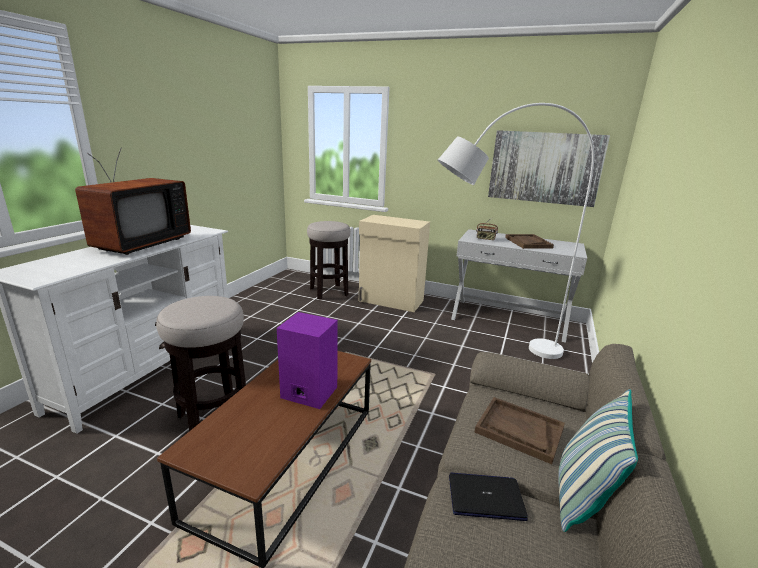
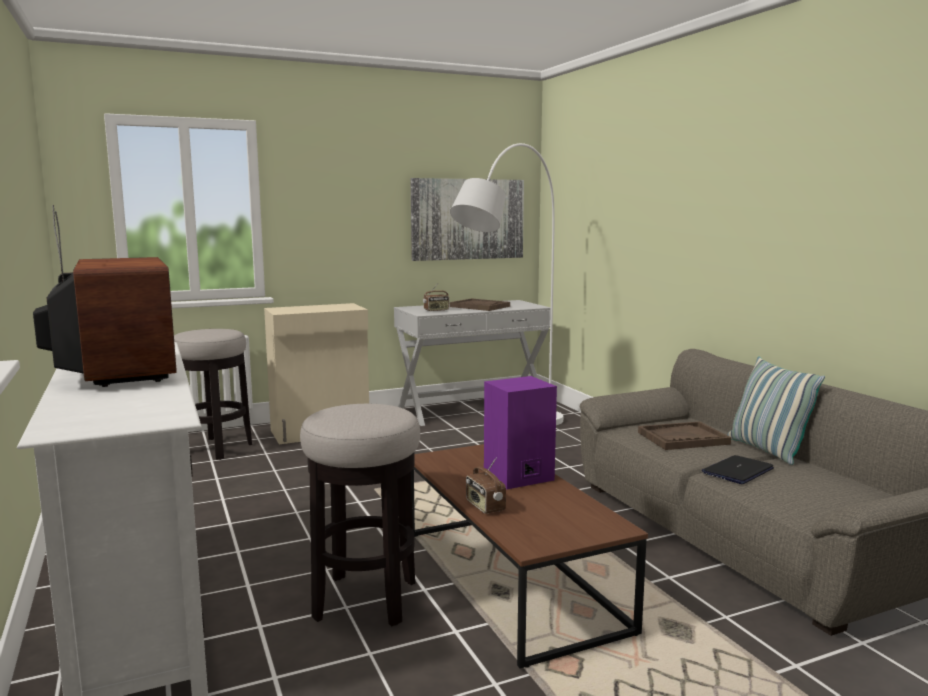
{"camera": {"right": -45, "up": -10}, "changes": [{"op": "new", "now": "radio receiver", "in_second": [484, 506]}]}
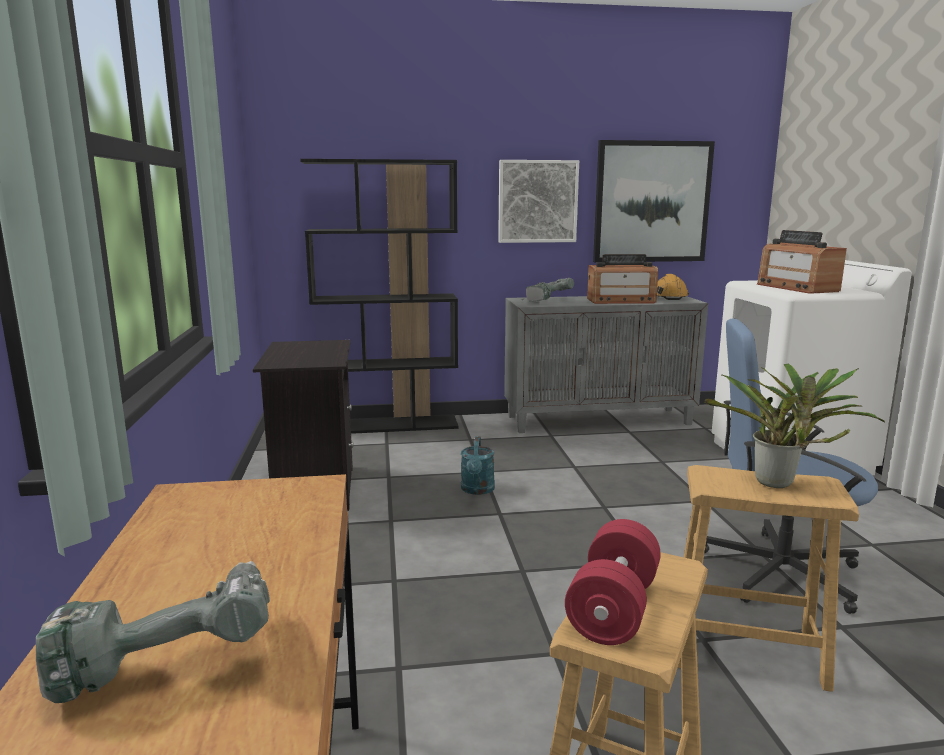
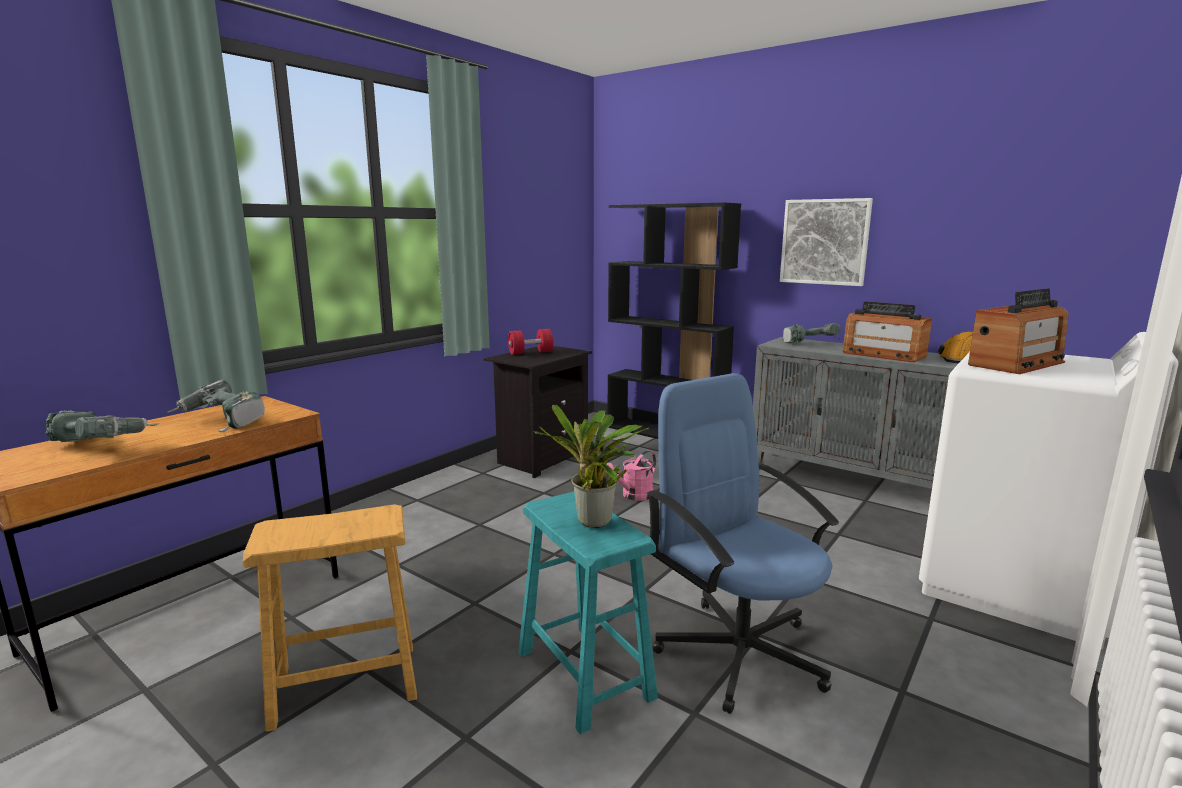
{"camera": {"right": 45, "up": 0}, "changes": [{"op": "gone", "was": "picture", "in_first": [651, 202]}, {"op": "rotated", "was": "radio receiver", "in_first": [796, 288], "in_second": [1016, 364], "clockwise": -150}, {"op": "repainted", "was": "turquoise-coloured watering pot", "now": "pink watering pot", "in_first": [477, 490], "in_second": [633, 496]}, {"op": "repainted", "was": "brown-coloured stool", "now": "turquoise-coloured stool", "in_first": [746, 650], "in_second": [584, 675]}, {"op": "shifted", "was": "reddish hand weight", "in_first": [613, 608], "in_second": [530, 352]}, {"op": "new", "now": "drill", "in_second": [221, 422]}]}
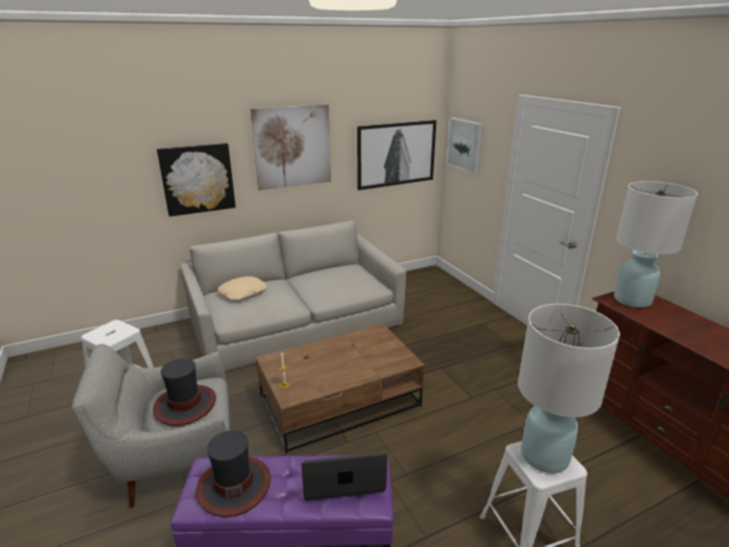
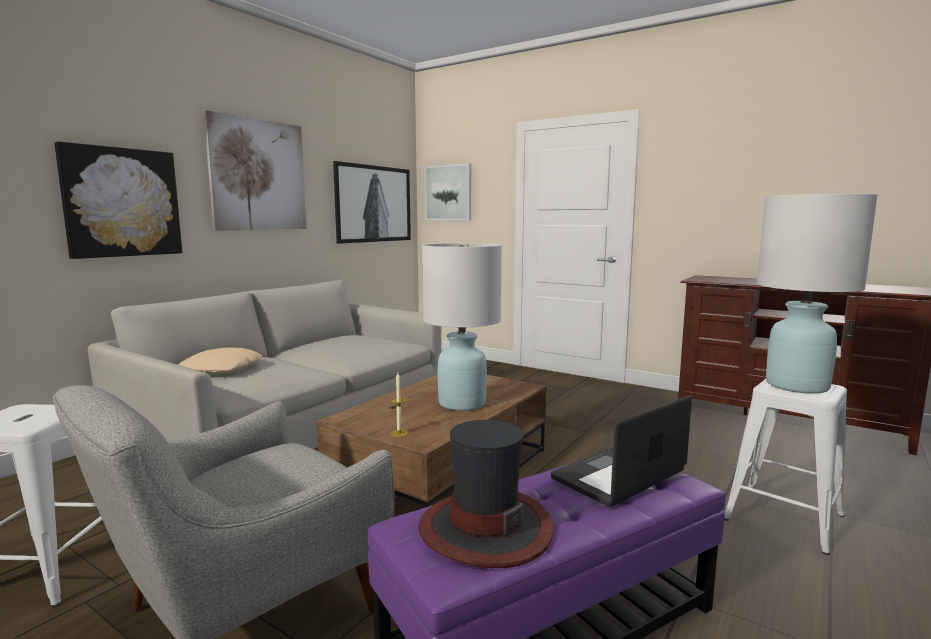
{"camera": {"right": -30, "up": -15}, "changes": [{"op": "shifted", "was": "white-coloured tabletop lamp", "in_first": [632, 300], "in_second": [462, 403]}, {"op": "gone", "was": "clothing hat", "in_first": [185, 405]}]}
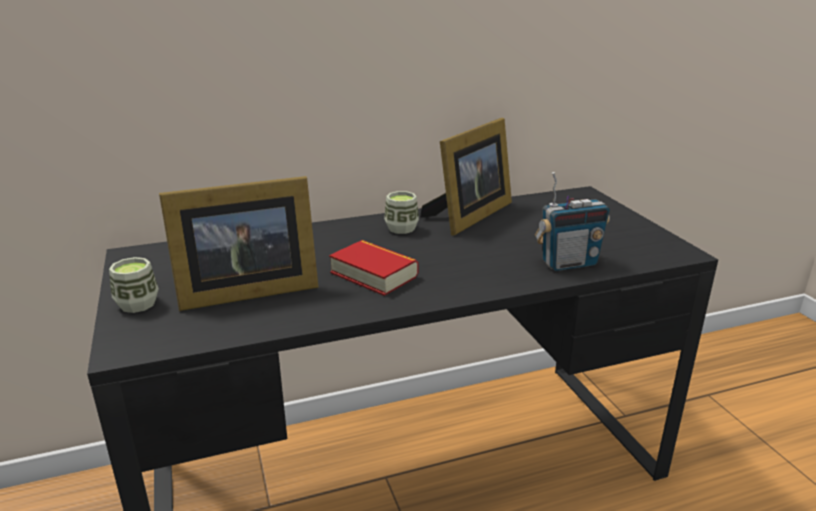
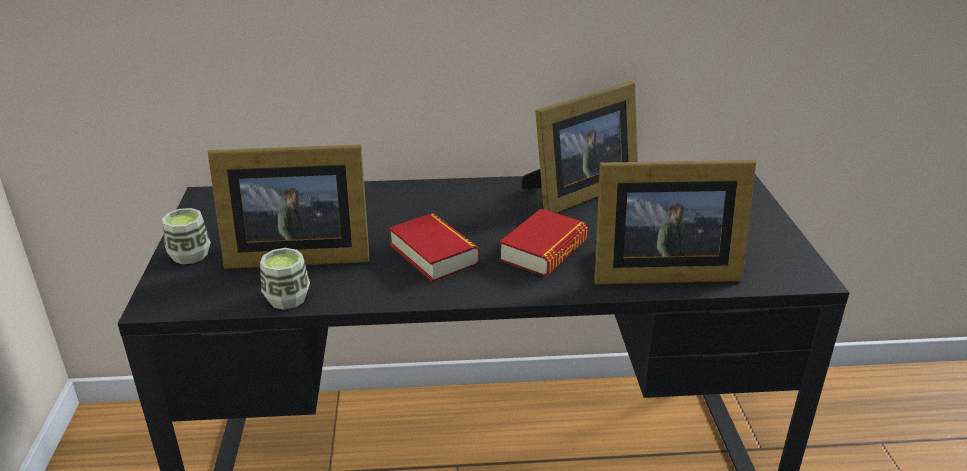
{"camera": {"right": 15, "up": 5}, "changes": [{"op": "swapped", "was": "radio receiver", "now": "photo frame", "in_first": [568, 263], "in_second": [658, 271]}, {"op": "shifted", "was": "cup", "in_first": [401, 228], "in_second": [287, 298]}, {"op": "new", "now": "book", "in_second": [544, 250]}]}
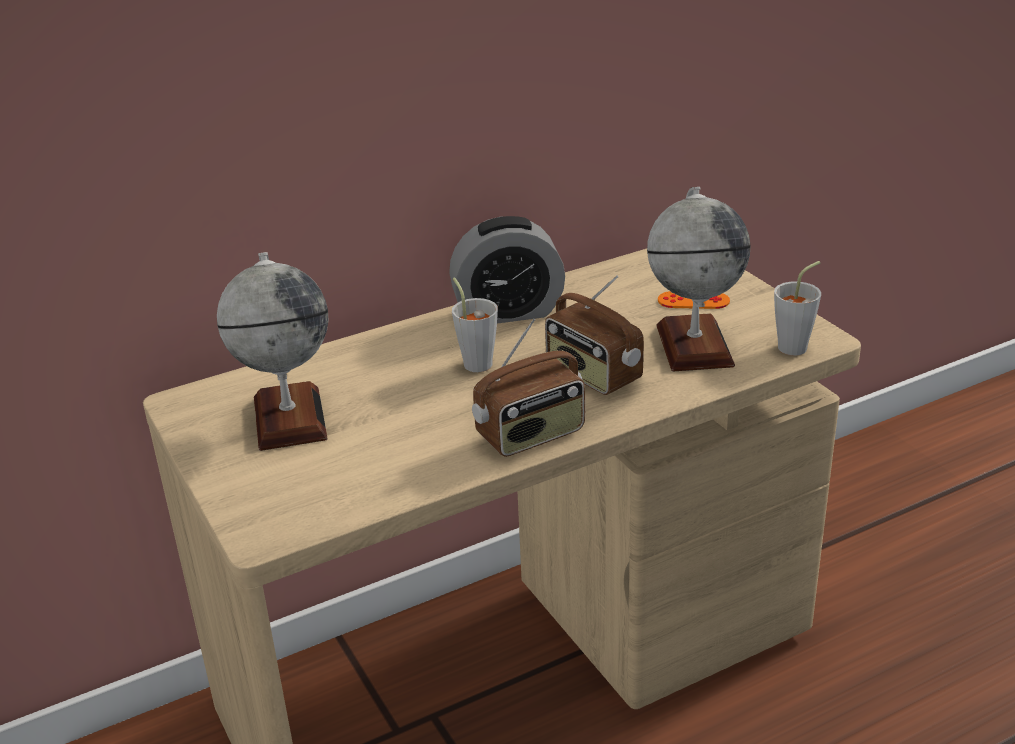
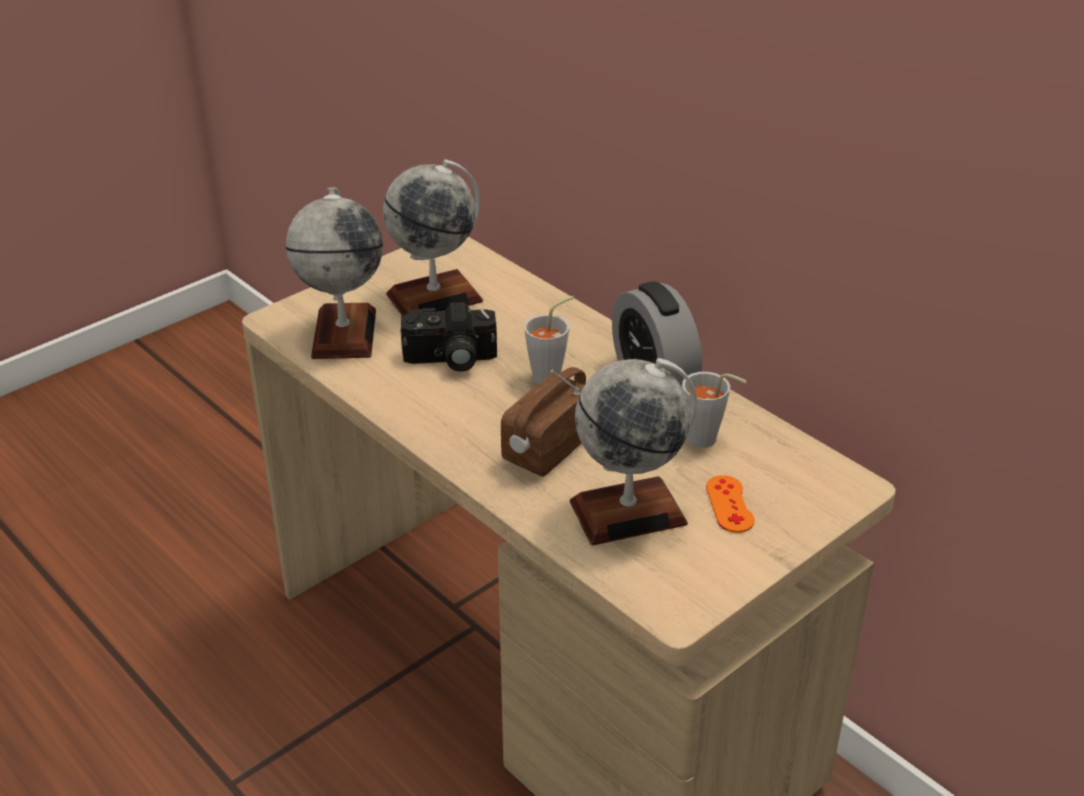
{"camera": {"right": 75, "up": 5}, "changes": [{"op": "shifted", "was": "grey cup", "in_first": [797, 345], "in_second": [707, 441]}, {"op": "gone", "was": "radio receiver", "in_first": [531, 435]}, {"op": "new", "now": "desk globe", "in_second": [344, 333]}, {"op": "new", "now": "photo camera", "in_second": [450, 359]}]}
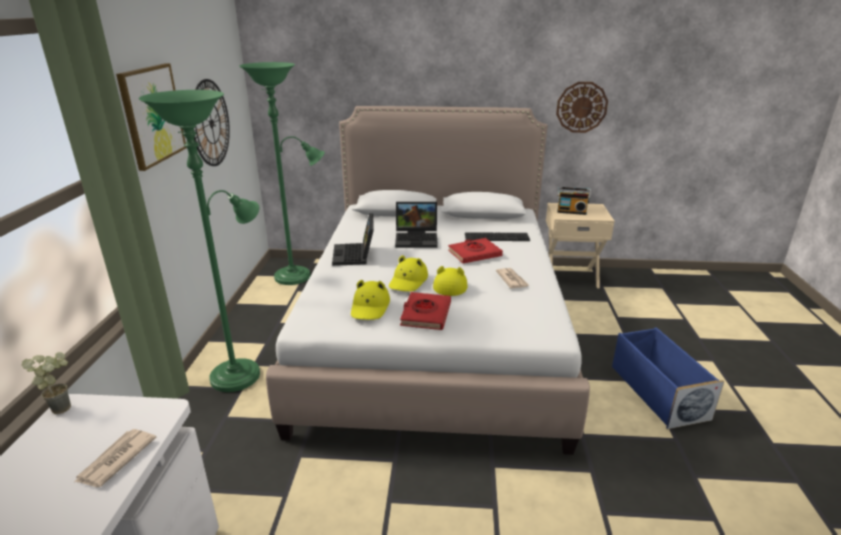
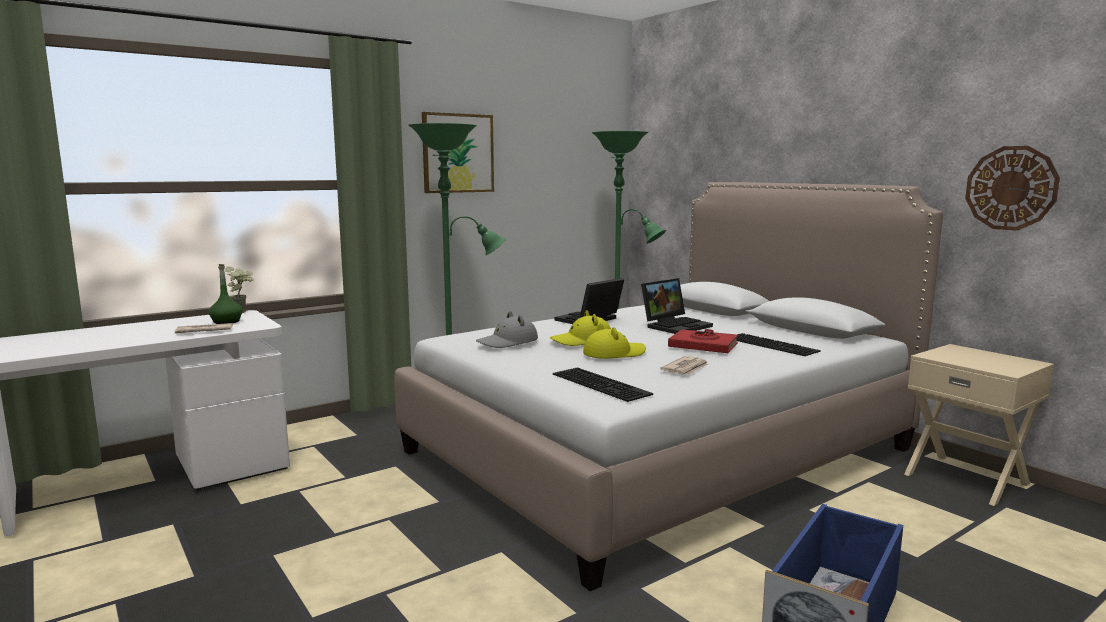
{"camera": {"right": 50, "up": -15}, "changes": [{"op": "gone", "was": "hanging clock", "in_first": [211, 123]}, {"op": "gone", "was": "radio receiver", "in_first": [571, 211]}, {"op": "rotated", "was": "portable computer", "in_first": [417, 239], "in_second": [676, 325], "clockwise": -90}, {"op": "repainted", "was": "yellow-coloured clothing hat", "now": "grey clothing hat", "in_first": [370, 307], "in_second": [508, 342]}, {"op": "gone", "was": "reddish book", "in_first": [425, 314]}, {"op": "new", "now": "green drink bottle", "in_second": [226, 322]}, {"op": "new", "now": "computer keyboard", "in_second": [603, 384]}]}
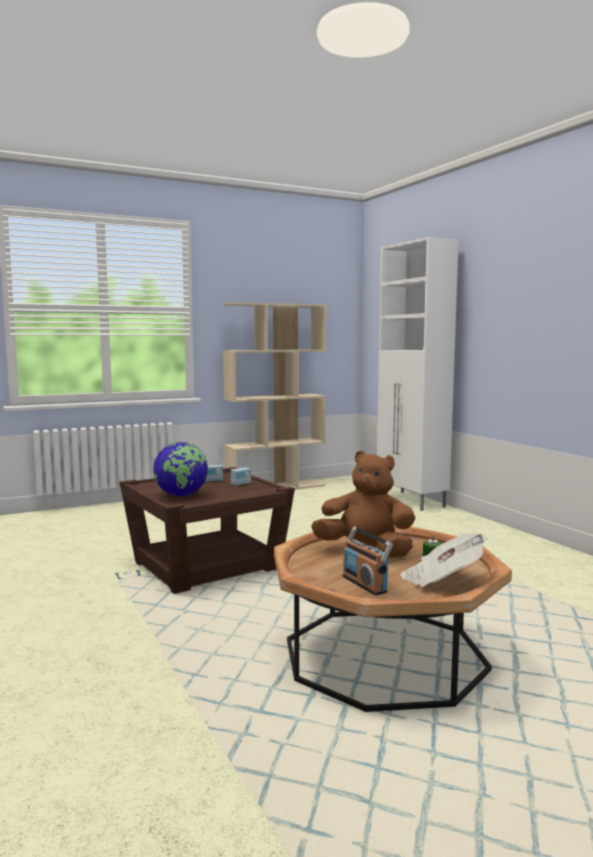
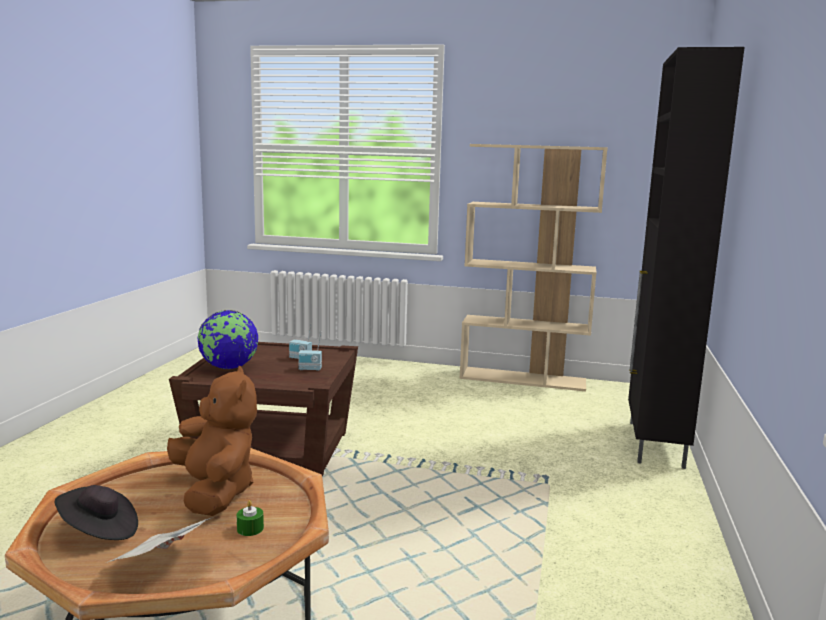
{"camera": {"right": 40, "up": 5}, "changes": [{"op": "repainted", "was": "white-coloured storage cabinet", "now": "black storage cabinet", "in_first": [411, 501], "in_second": [655, 444]}, {"op": "swapped", "was": "radio receiver", "now": "black clothing hat", "in_first": [365, 584], "in_second": [99, 531]}]}
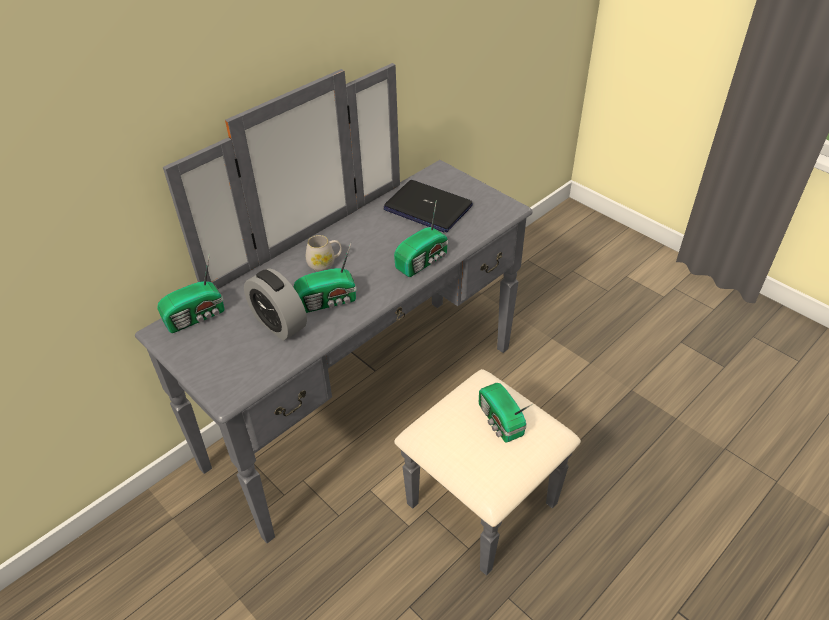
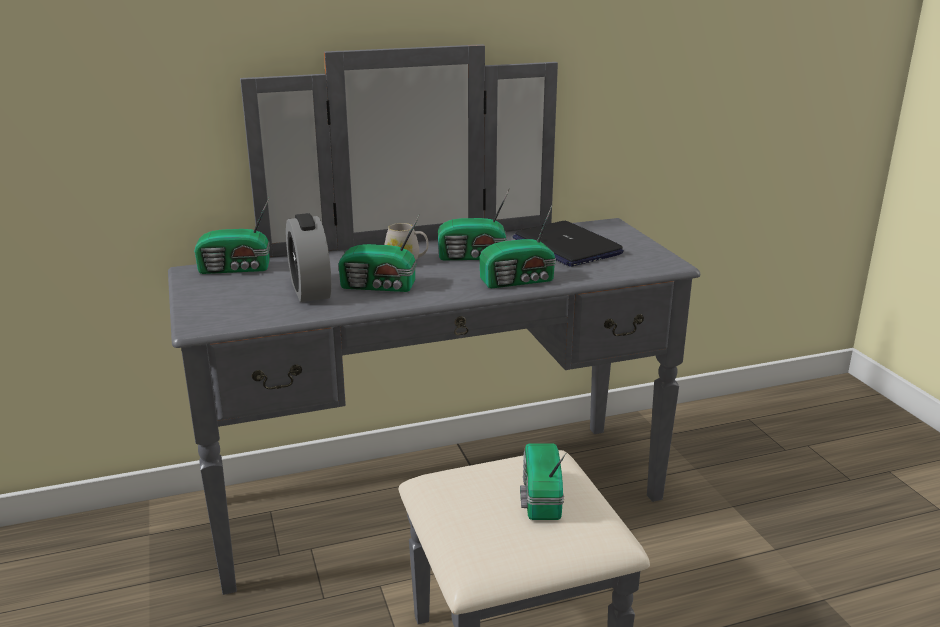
{"camera": {"right": 25, "up": -20}, "changes": [{"op": "new", "now": "radio receiver", "in_second": [474, 257]}]}
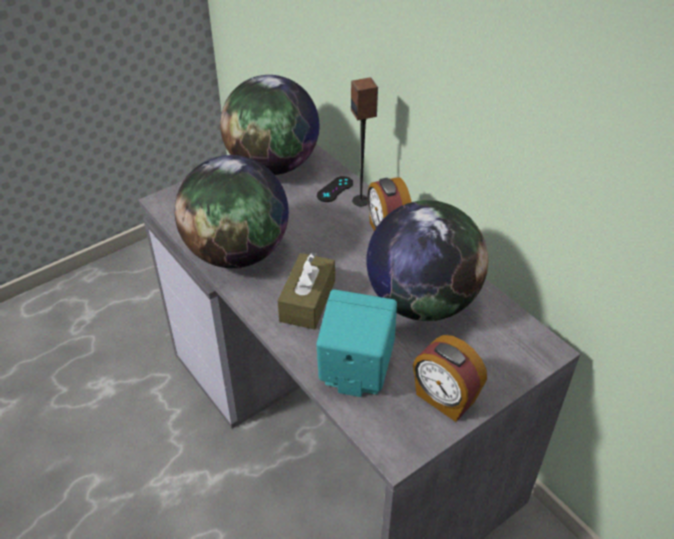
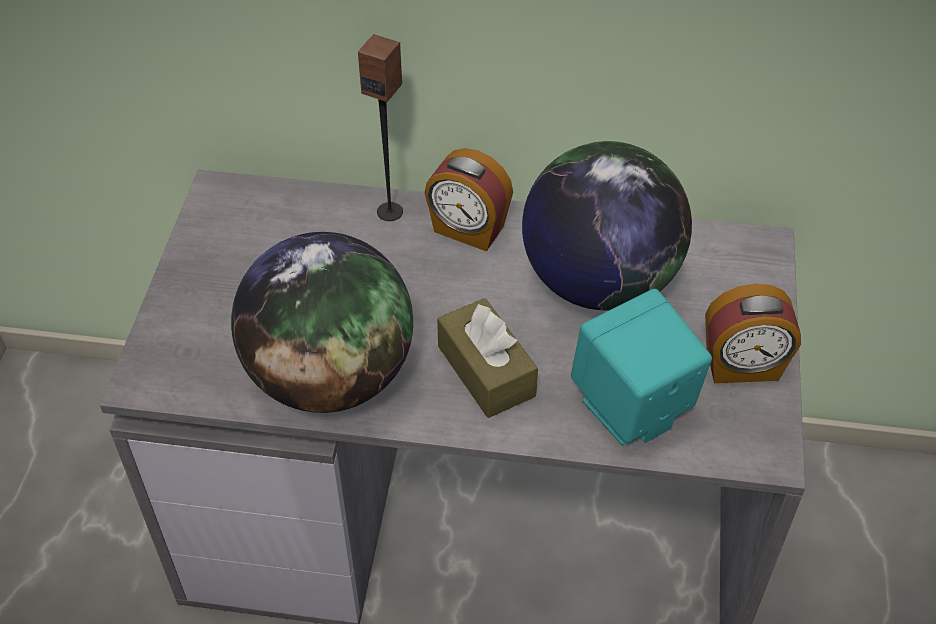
{"camera": {"right": -45, "up": 5}, "changes": [{"op": "gone", "was": "desk globe", "in_first": [273, 165]}, {"op": "gone", "was": "black game controller", "in_first": [335, 189]}]}
